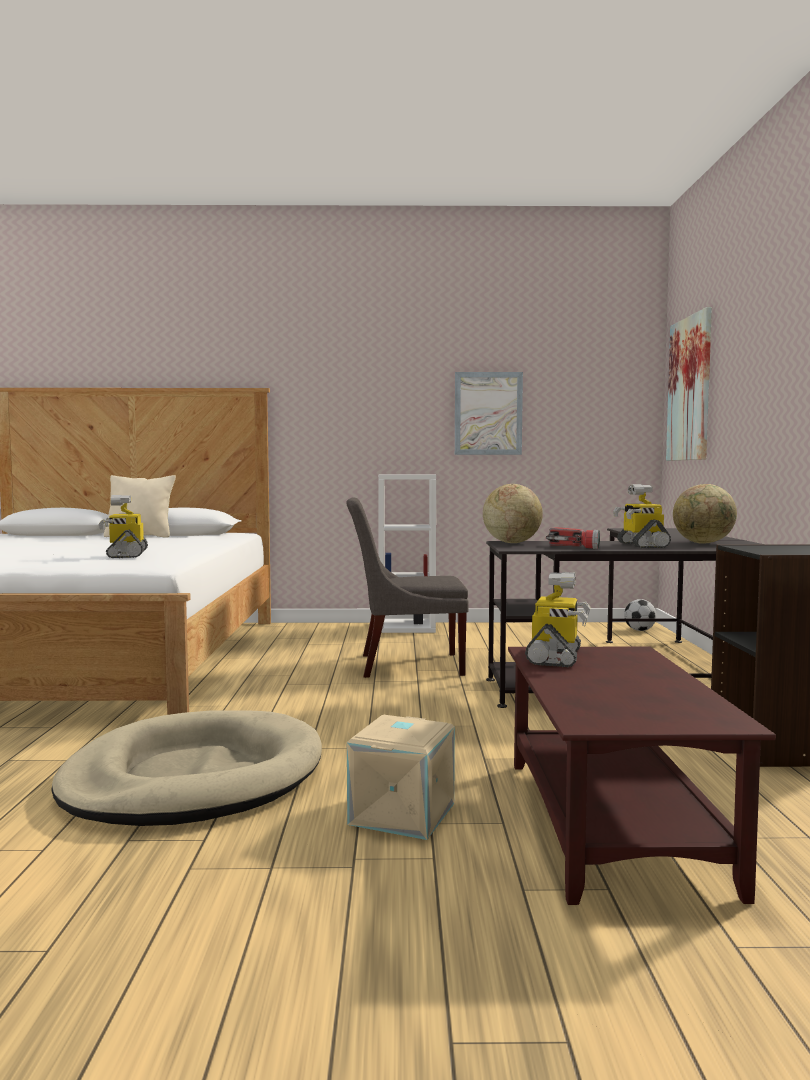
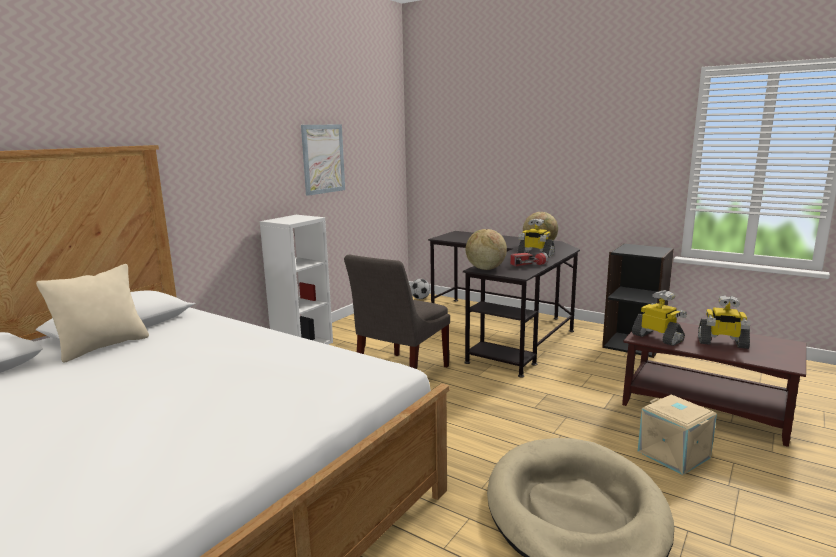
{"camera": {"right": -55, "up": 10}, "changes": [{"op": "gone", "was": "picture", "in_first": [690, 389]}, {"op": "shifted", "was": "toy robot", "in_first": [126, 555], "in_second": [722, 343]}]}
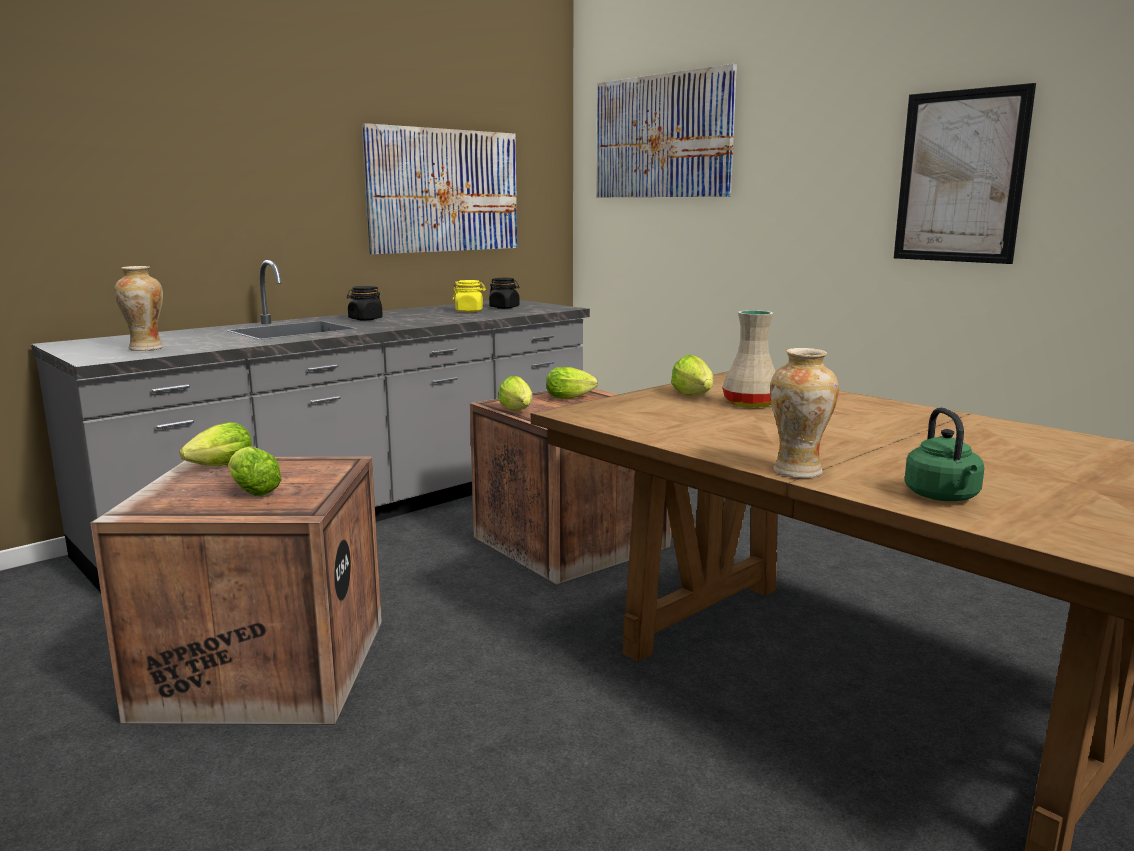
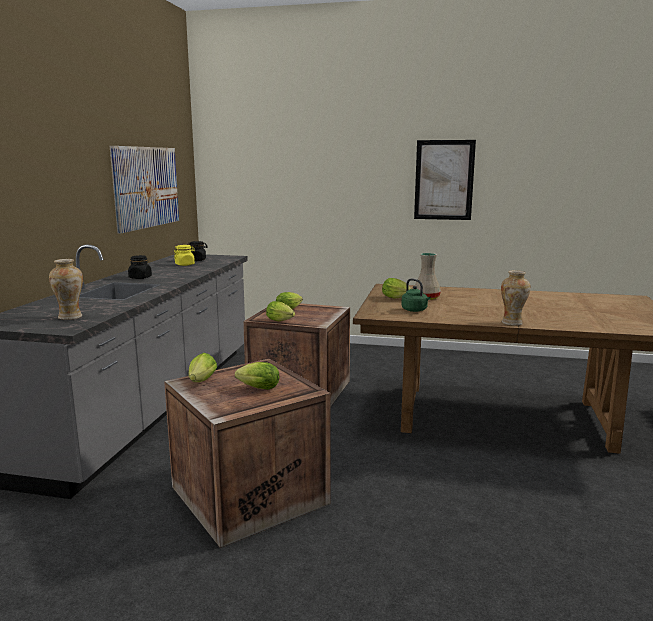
{"camera": {"right": -35, "up": 0}, "changes": [{"op": "gone", "was": "picture", "in_first": [662, 136]}, {"op": "shifted", "was": "green water kettle", "in_first": [943, 497], "in_second": [415, 310]}]}
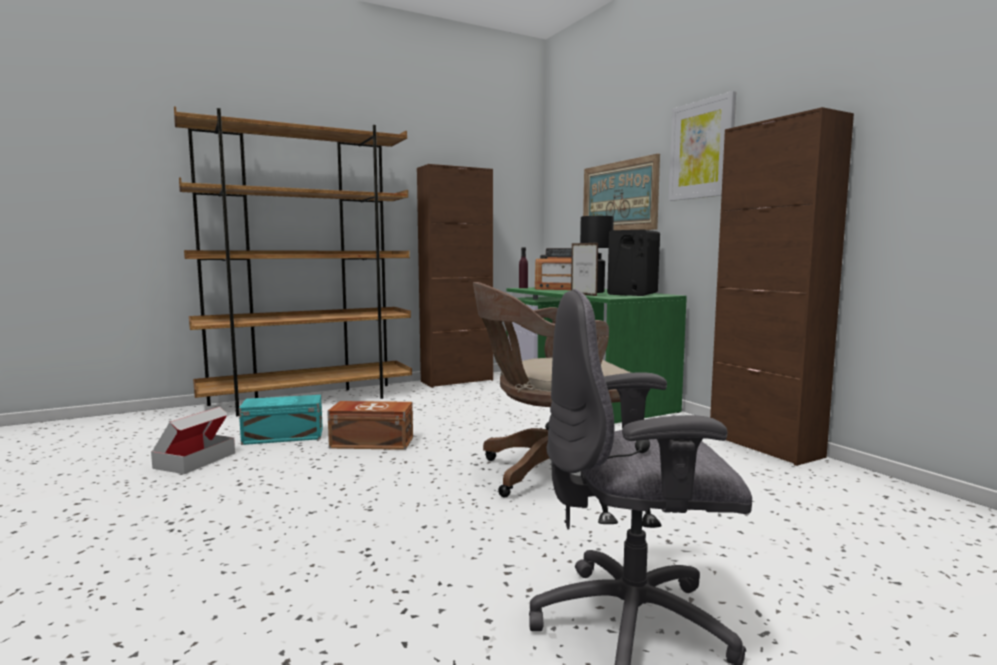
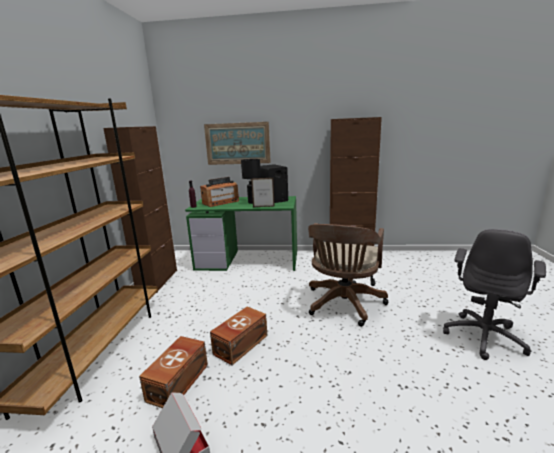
{"camera": {"right": -55, "up": 10}, "changes": [{"op": "gone", "was": "picture", "in_first": [701, 149]}, {"op": "repainted", "was": "turquoise-coloured storage box", "now": "brown-coloured storage box", "in_first": [284, 436], "in_second": [179, 382]}]}
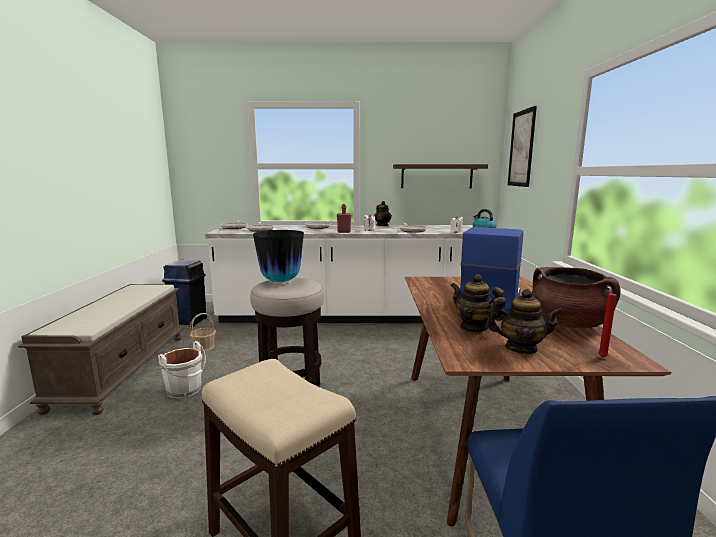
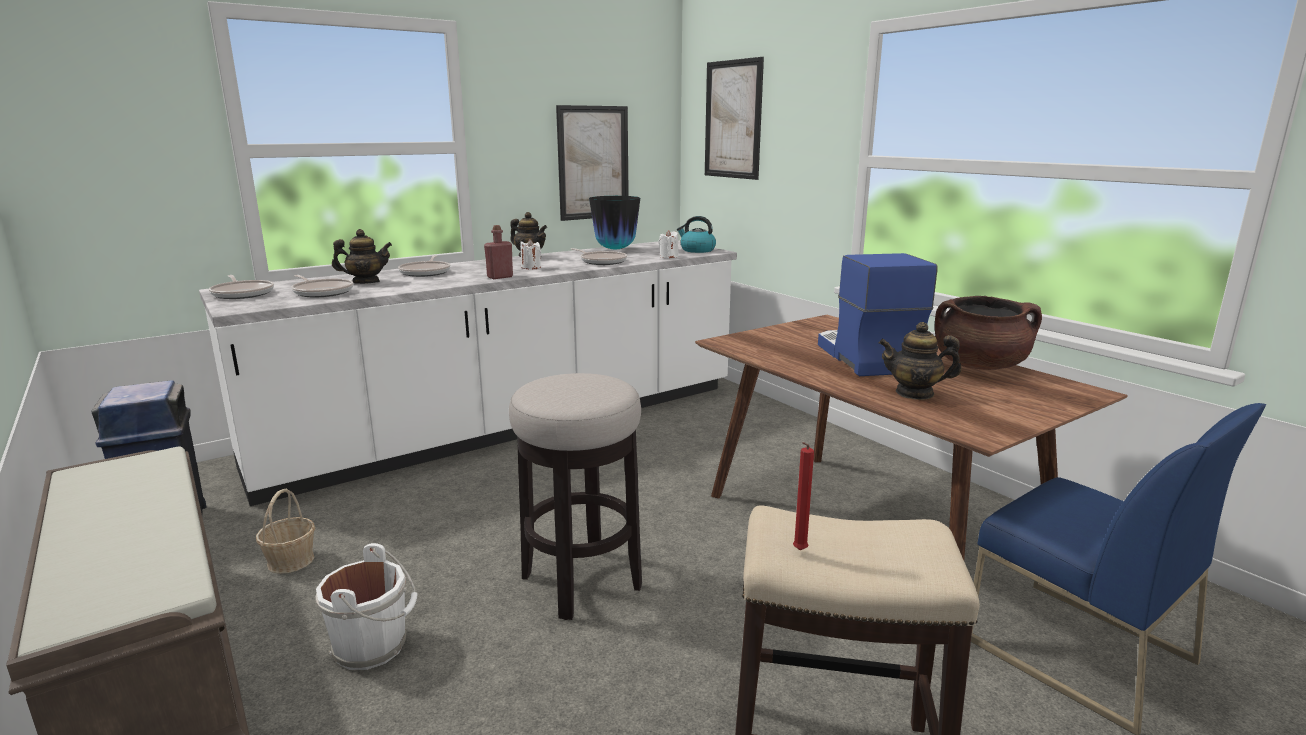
{"camera": {"right": -35, "up": 5}, "changes": [{"op": "swapped", "was": "wall shelf", "now": "picture", "in_first": [436, 176], "in_second": [593, 163]}, {"op": "shifted", "was": "flower vase", "in_first": [280, 281], "in_second": [615, 249]}, {"op": "shifted", "was": "reddish wax light", "in_first": [601, 357], "in_second": [798, 551]}, {"op": "shifted", "was": "teapot", "in_first": [520, 348], "in_second": [366, 282]}]}
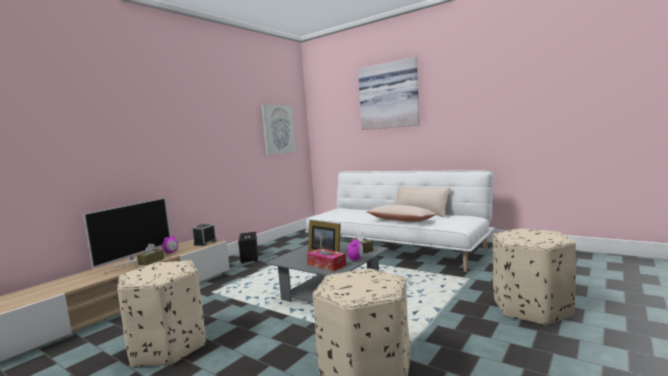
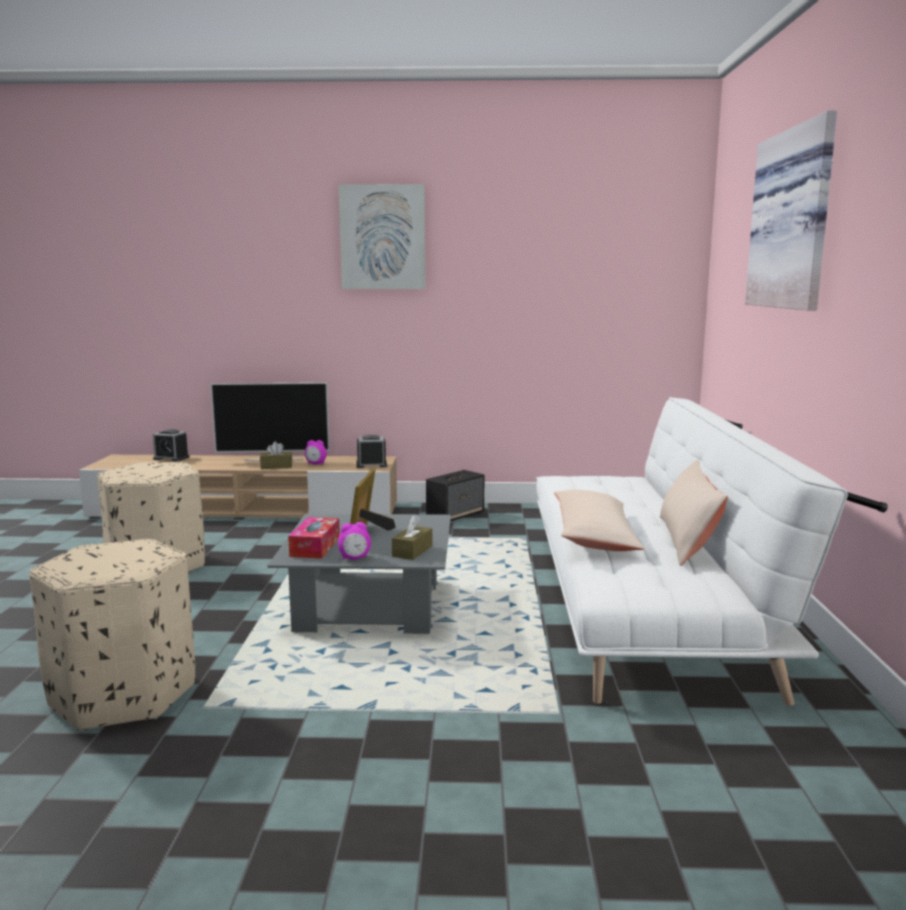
{"camera": {"right": 55, "up": 5}, "changes": [{"op": "shifted", "was": "picture", "in_first": [278, 129], "in_second": [383, 237]}, {"op": "gone", "was": "sand-coloured pouffe", "in_first": [532, 308]}, {"op": "new", "now": "table clock", "in_second": [171, 458]}]}
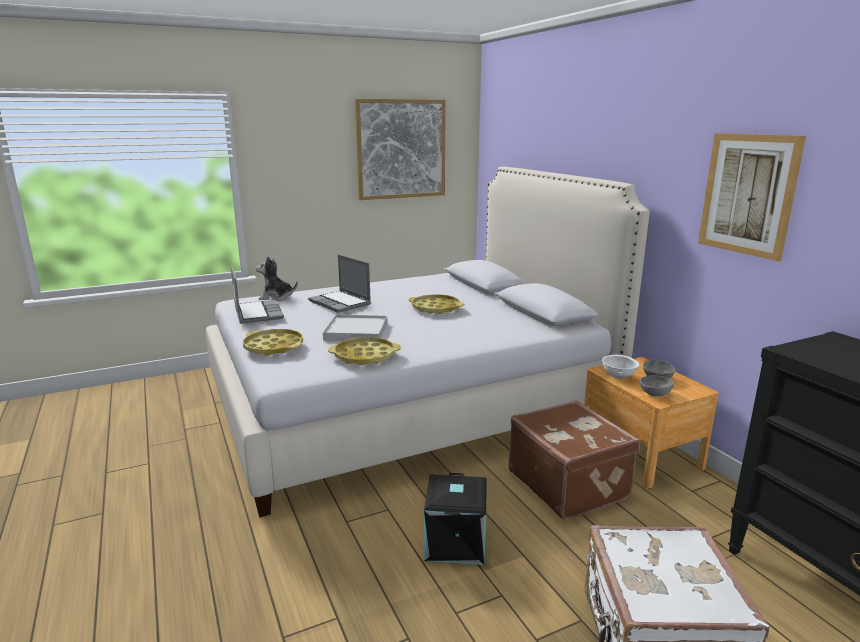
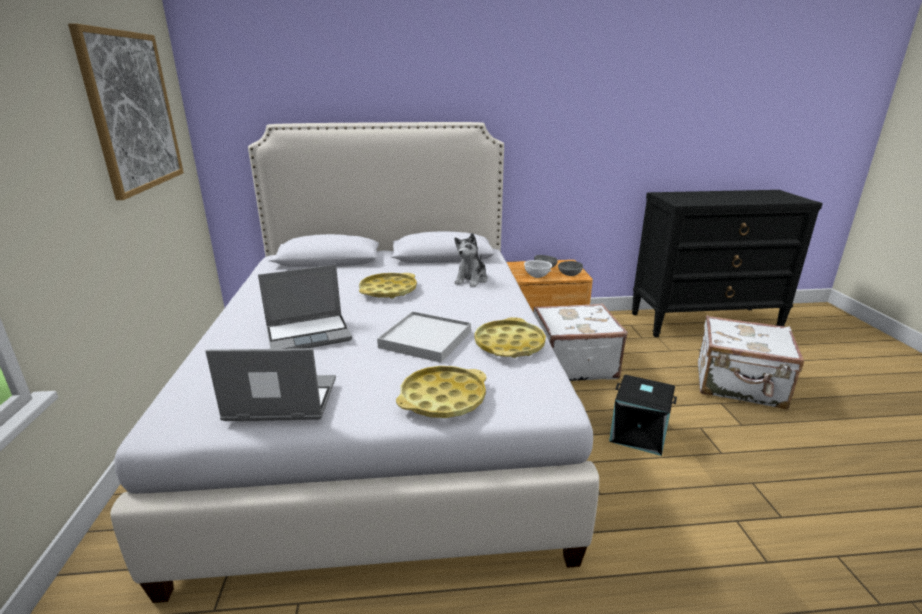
{"camera": {"right": -70, "up": 5}, "changes": [{"op": "gone", "was": "picture", "in_first": [748, 194]}, {"op": "shifted", "was": "cuddly toy", "in_first": [276, 298], "in_second": [471, 280]}, {"op": "repainted", "was": "brown-coloured travel case", "now": "white-coloured travel case", "in_first": [569, 484], "in_second": [572, 364]}]}
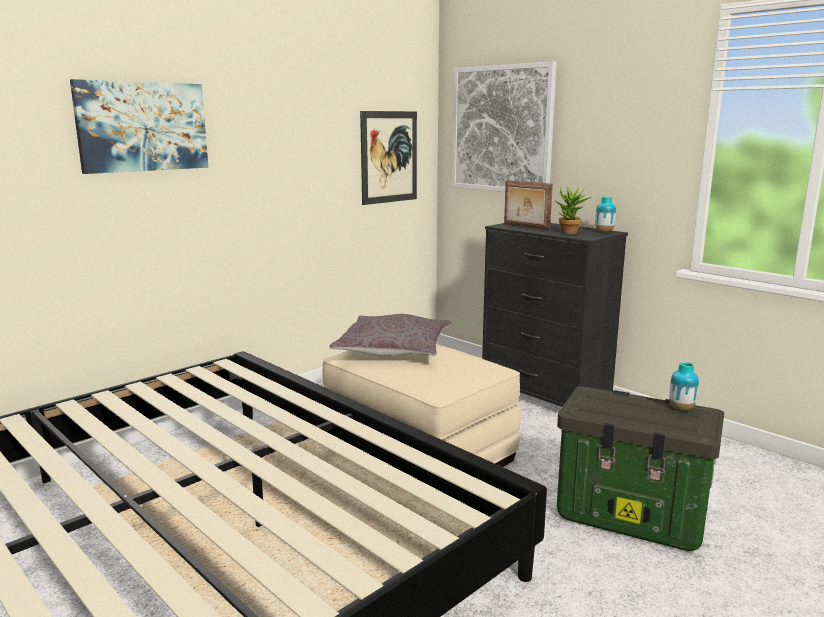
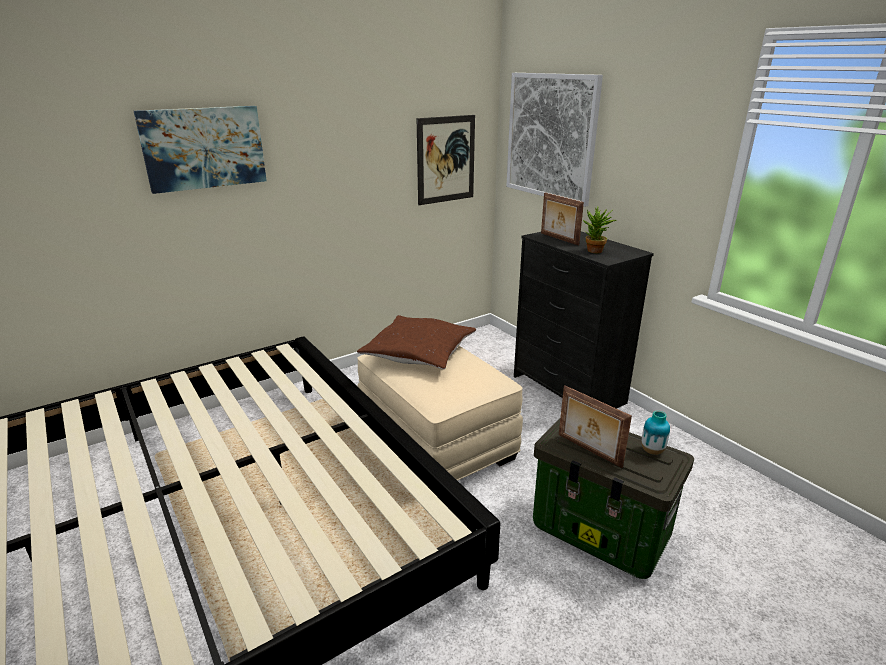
{"camera": {"right": 10, "up": 10}, "changes": [{"op": "gone", "was": "flower vase", "in_first": [604, 232]}, {"op": "repainted", "was": "grey throw pillow", "now": "brown-coloured throw pillow", "in_first": [394, 349], "in_second": [419, 352]}, {"op": "new", "now": "photo frame", "in_second": [588, 451]}]}
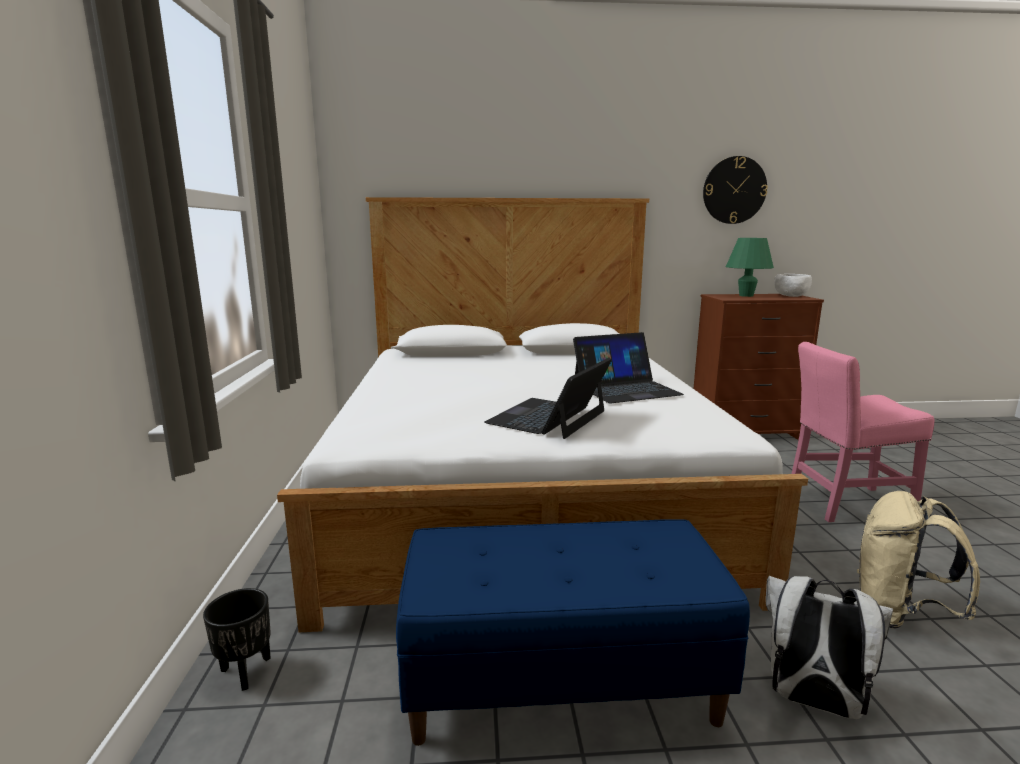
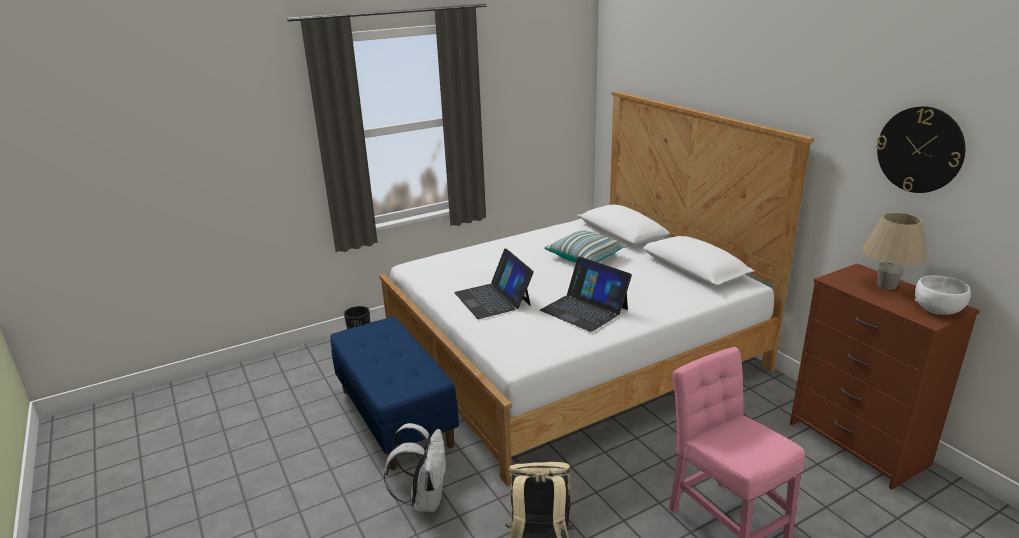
{"camera": {"right": 65, "up": 10}, "changes": [{"op": "repainted", "was": "green tabletop lamp", "now": "sand-coloured tabletop lamp", "in_first": [746, 295], "in_second": [886, 286]}, {"op": "rotated", "was": "portable computer", "in_first": [548, 417], "in_second": [493, 299], "clockwise": -120}, {"op": "new", "now": "throw pillow", "in_second": [585, 257]}]}
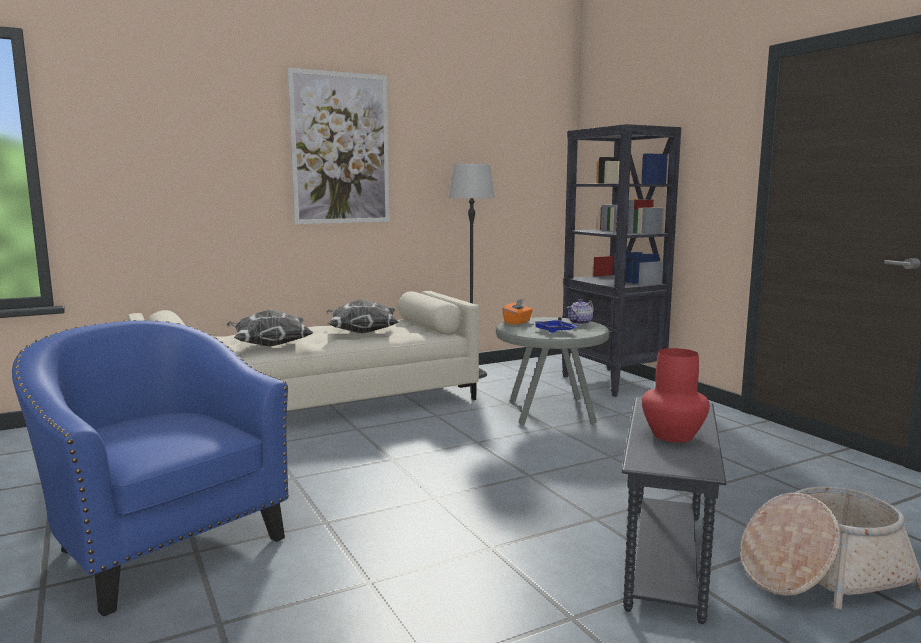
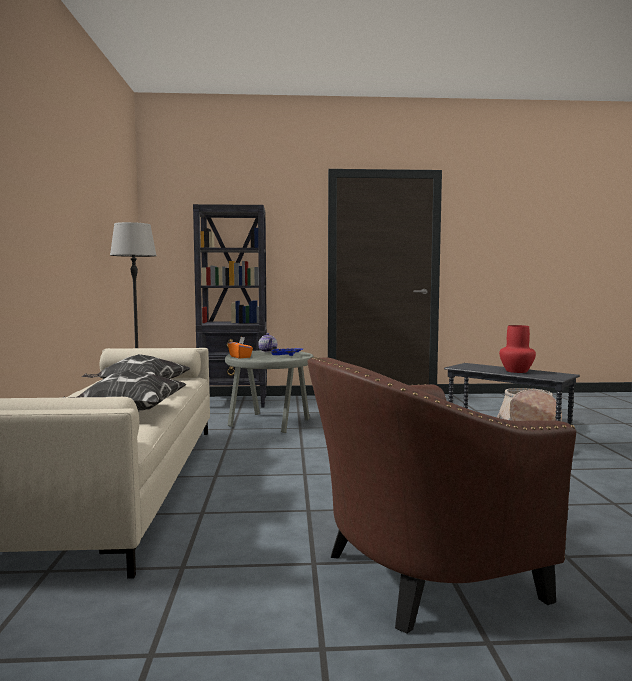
{"camera": {"right": -65, "up": -5}, "changes": [{"op": "gone", "was": "picture", "in_first": [340, 148]}, {"op": "repainted", "was": "blue-coloured lounge chair", "now": "brown-coloured lounge chair", "in_first": [161, 544], "in_second": [417, 575]}]}
